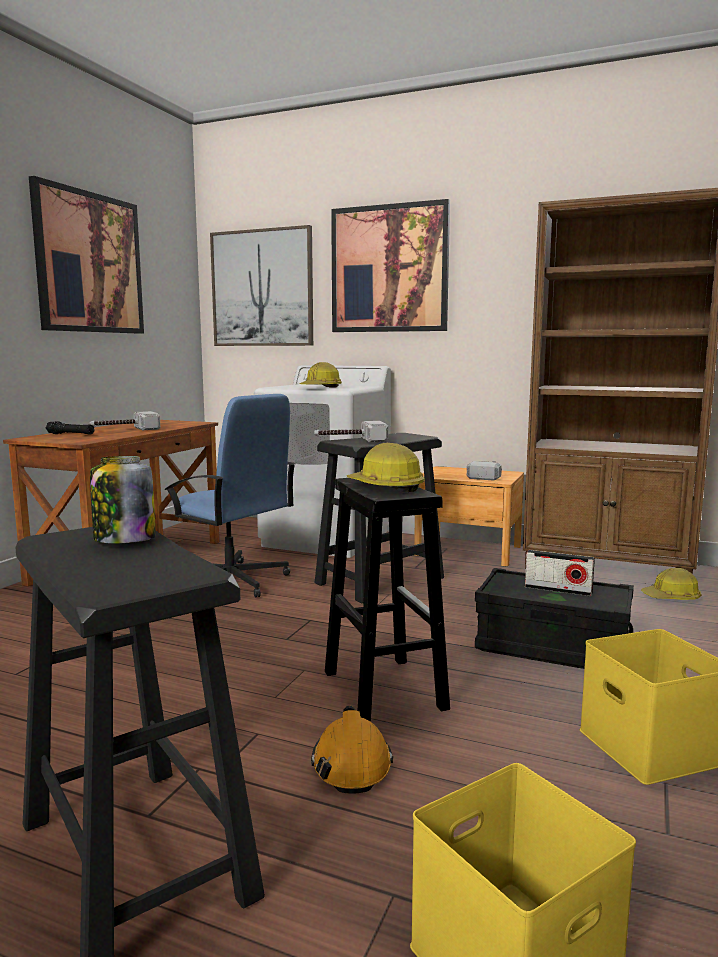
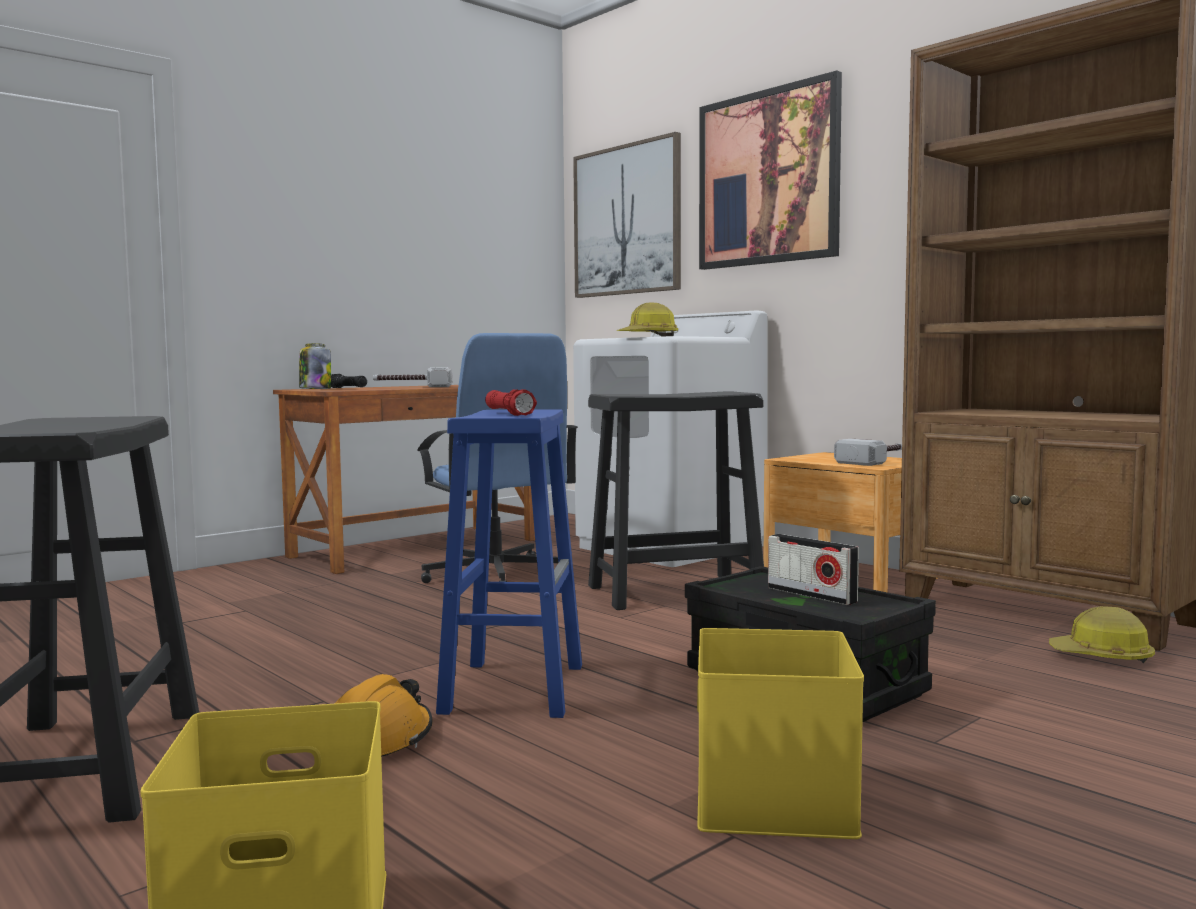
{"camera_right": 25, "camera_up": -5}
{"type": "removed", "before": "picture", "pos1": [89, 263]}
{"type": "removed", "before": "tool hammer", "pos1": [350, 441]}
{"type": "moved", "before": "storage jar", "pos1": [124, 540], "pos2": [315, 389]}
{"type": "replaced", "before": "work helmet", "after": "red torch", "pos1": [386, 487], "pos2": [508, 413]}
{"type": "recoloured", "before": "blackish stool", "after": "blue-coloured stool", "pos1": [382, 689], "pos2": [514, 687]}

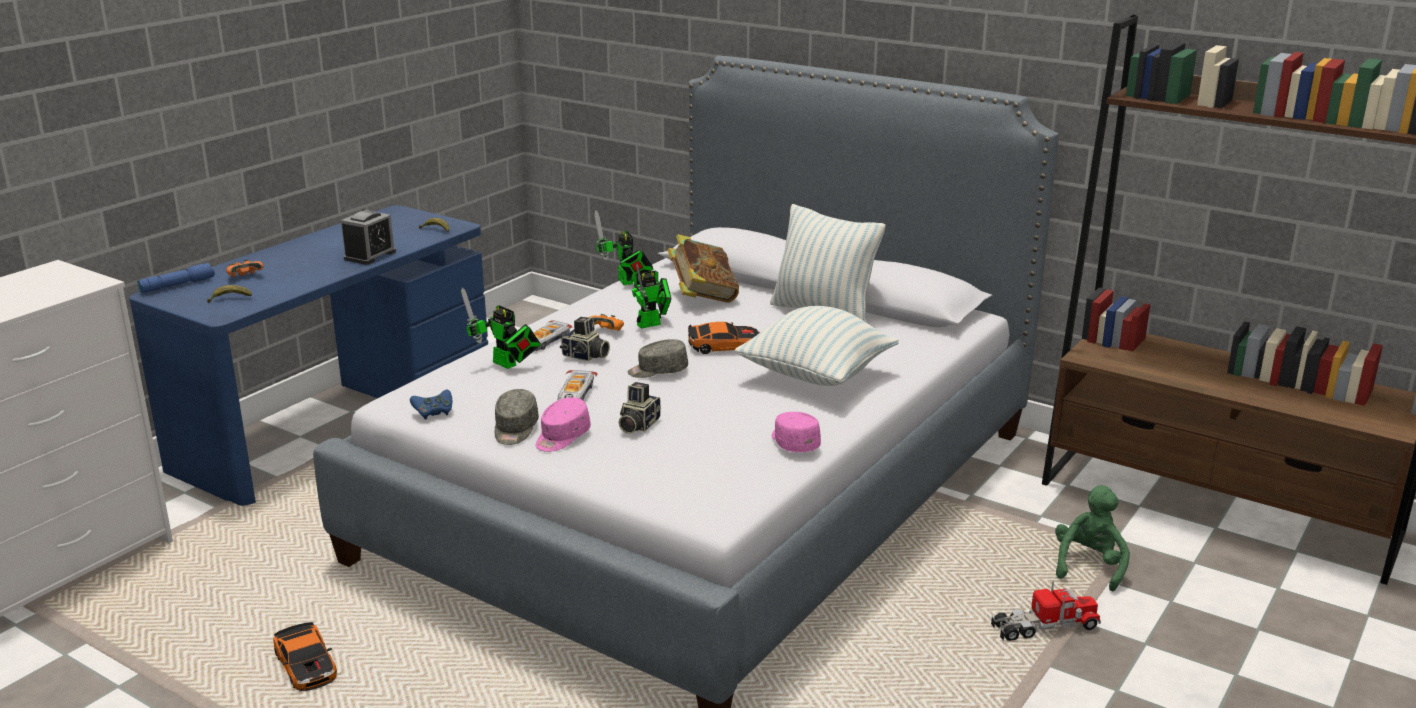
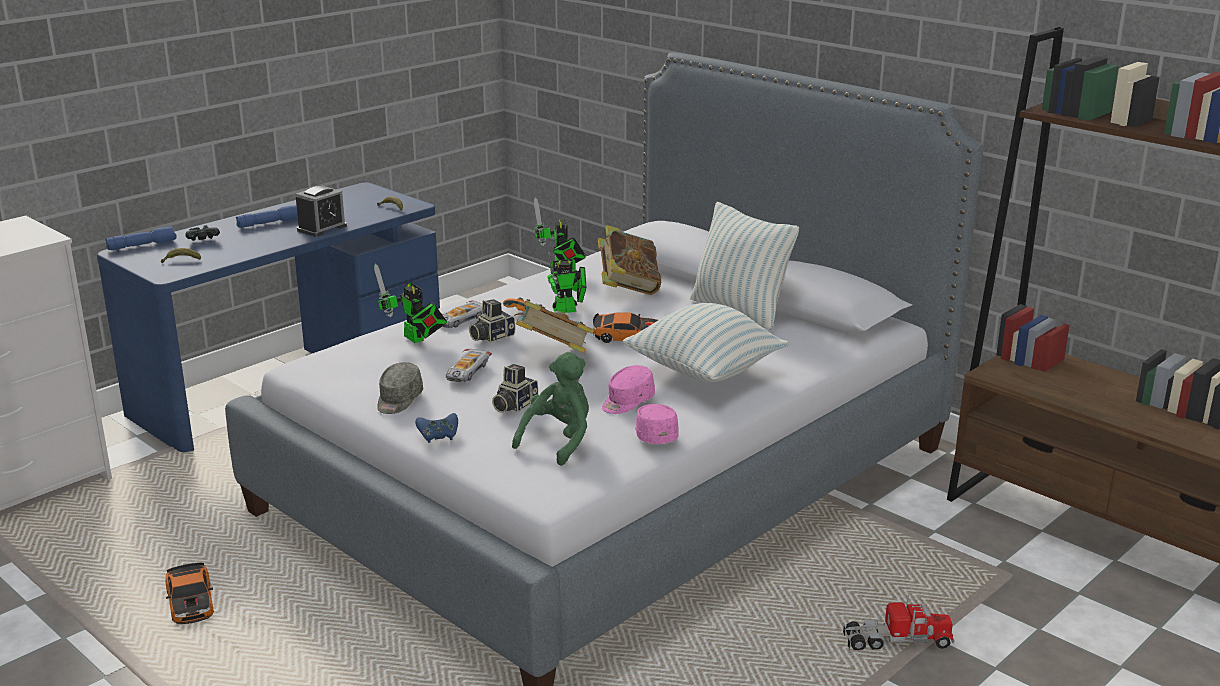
{"camera_right": 10, "camera_up": 0}
{"type": "added", "after": "blue-coloured torch", "pos2": [269, 223]}
{"type": "moved", "before": "blue-coloured gamepad", "pos1": [433, 413], "pos2": [438, 436]}
{"type": "moved", "before": "pink baseball cap", "pos1": [561, 437], "pos2": [627, 402]}
{"type": "moved", "before": "green-coloured cuddly toy", "pos1": [1089, 566], "pos2": [559, 441]}
{"type": "replaced", "before": "gray baseball cap", "after": "bound book", "pos1": [657, 371], "pos2": [554, 355]}
{"type": "recoloured", "before": "orange gamepad", "after": "blackish gamepad", "pos1": [245, 277], "pos2": [203, 241]}
{"type": "turned", "before": "photo camera", "pos1": [585, 356], "pos2": [491, 336], "turn": 105}

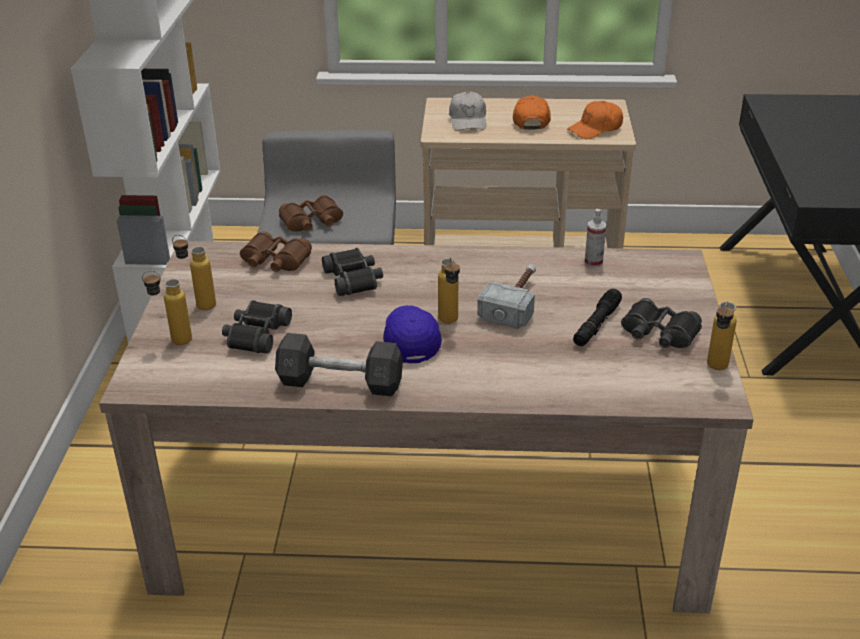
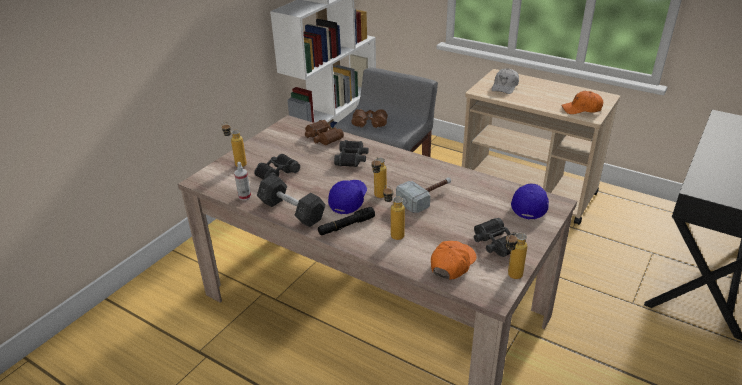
{"camera_right": 30, "camera_up": 0}
{"type": "added", "after": "blue-coloured baseball cap", "pos2": [529, 205]}
{"type": "moved", "before": "drink bottle", "pos1": [198, 304], "pos2": [393, 234]}
{"type": "moved", "before": "orange baseball cap", "pos1": [531, 121], "pos2": [452, 264]}
{"type": "moved", "before": "blackish torch", "pos1": [596, 325], "pos2": [346, 226]}
{"type": "moved", "before": "sprayer", "pos1": [593, 262], "pos2": [244, 196]}

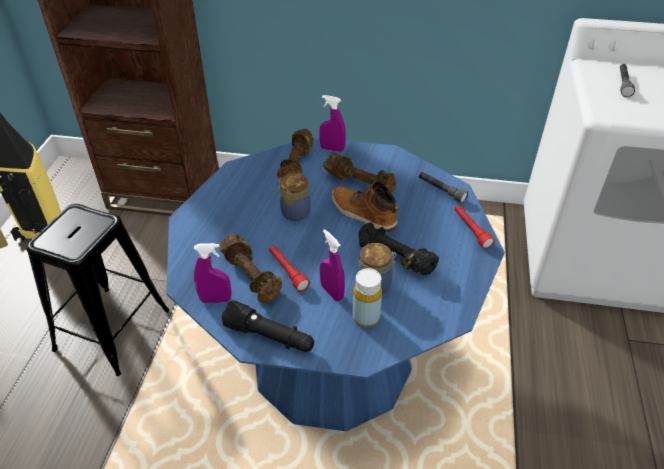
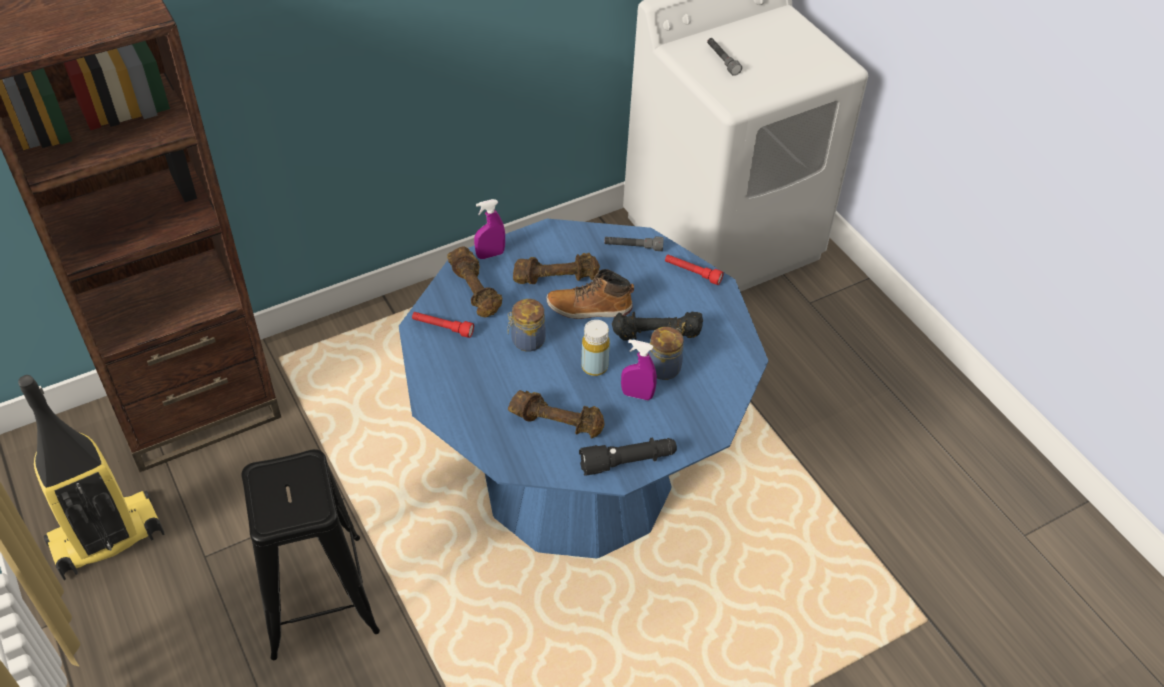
{"camera_right": -40, "camera_up": 5}
{"type": "removed", "before": "purplish sprayer", "pos1": [215, 299]}
{"type": "moved", "before": "red torch", "pos1": [287, 271], "pos2": [442, 328]}
{"type": "moved", "before": "yellow-coloured drink bottle", "pos1": [366, 317], "pos2": [594, 367]}

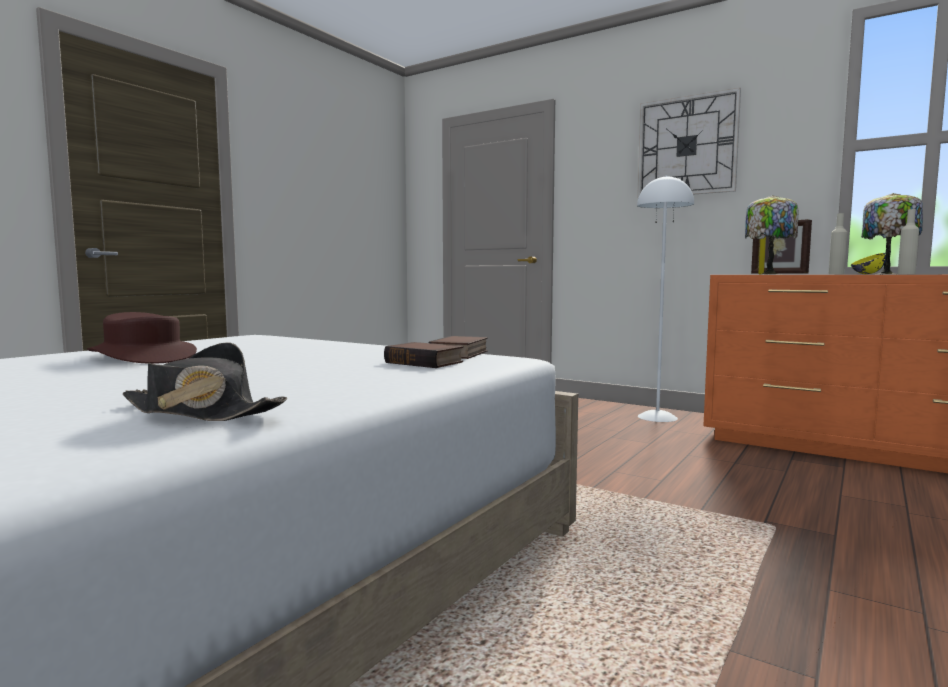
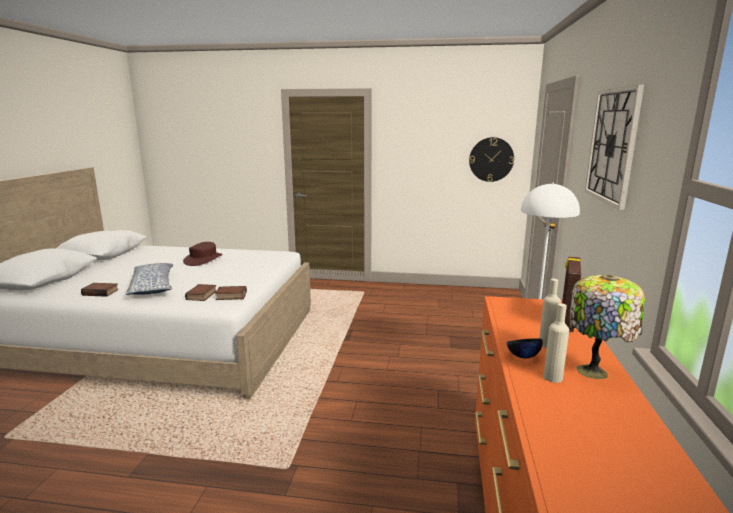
{"camera_right": 65, "camera_up": 10}
{"type": "removed", "before": "lamp for a table", "pos1": [768, 274]}
{"type": "added", "after": "throw pillow", "pos2": [153, 286]}
{"type": "added", "after": "clock on the wall", "pos2": [491, 159]}
{"type": "replaced", "before": "blackish wearable hat", "after": "bound book", "pos1": [200, 412], "pos2": [101, 292]}
{"type": "recoloured", "before": "yellow-coloured deep dish", "after": "blackish deep dish", "pos1": [867, 274], "pos2": [523, 356]}

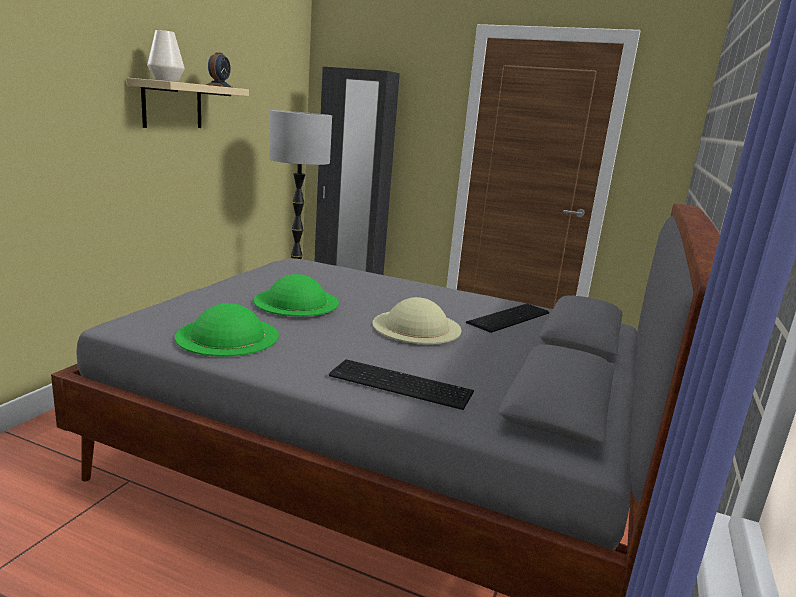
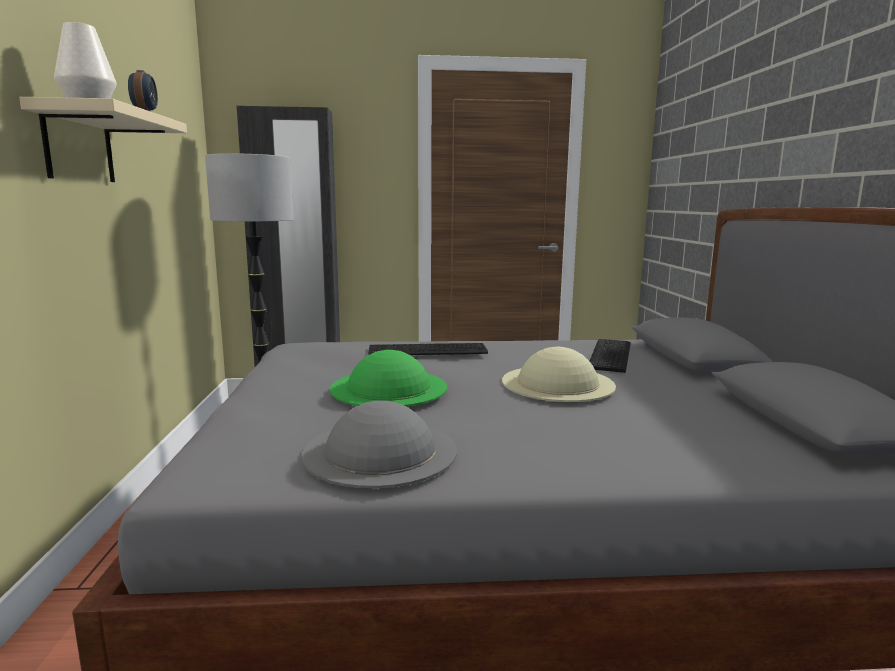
{"camera_right": -25, "camera_up": -5}
{"type": "moved", "before": "PC keyboard", "pos1": [401, 385], "pos2": [429, 350]}
{"type": "recoloured", "before": "green-coloured wearable hat", "after": "gray wearable hat", "pos1": [227, 336], "pos2": [380, 451]}

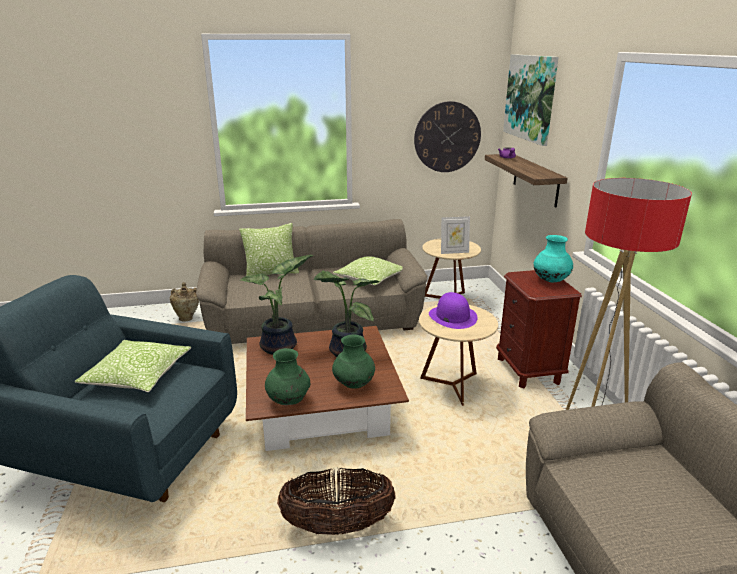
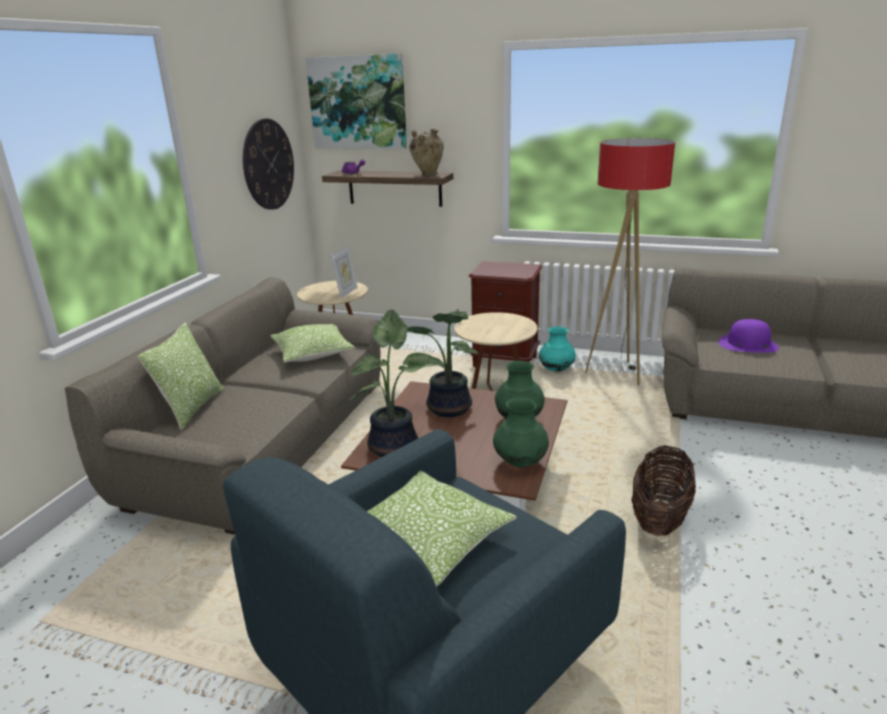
{"camera_right": -60, "camera_up": 0}
{"type": "moved", "before": "beige decorative vase", "pos1": [187, 318], "pos2": [427, 175]}
{"type": "moved", "before": "purplish wearable hat", "pos1": [452, 316], "pos2": [747, 344]}
{"type": "moved", "before": "turquoise decorative vase", "pos1": [551, 281], "pos2": [556, 369]}

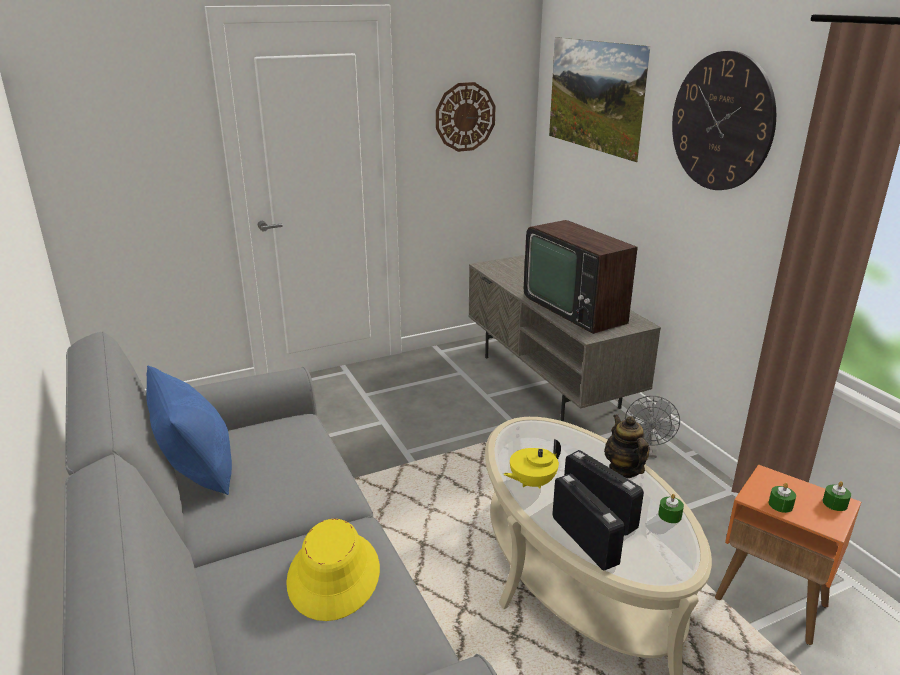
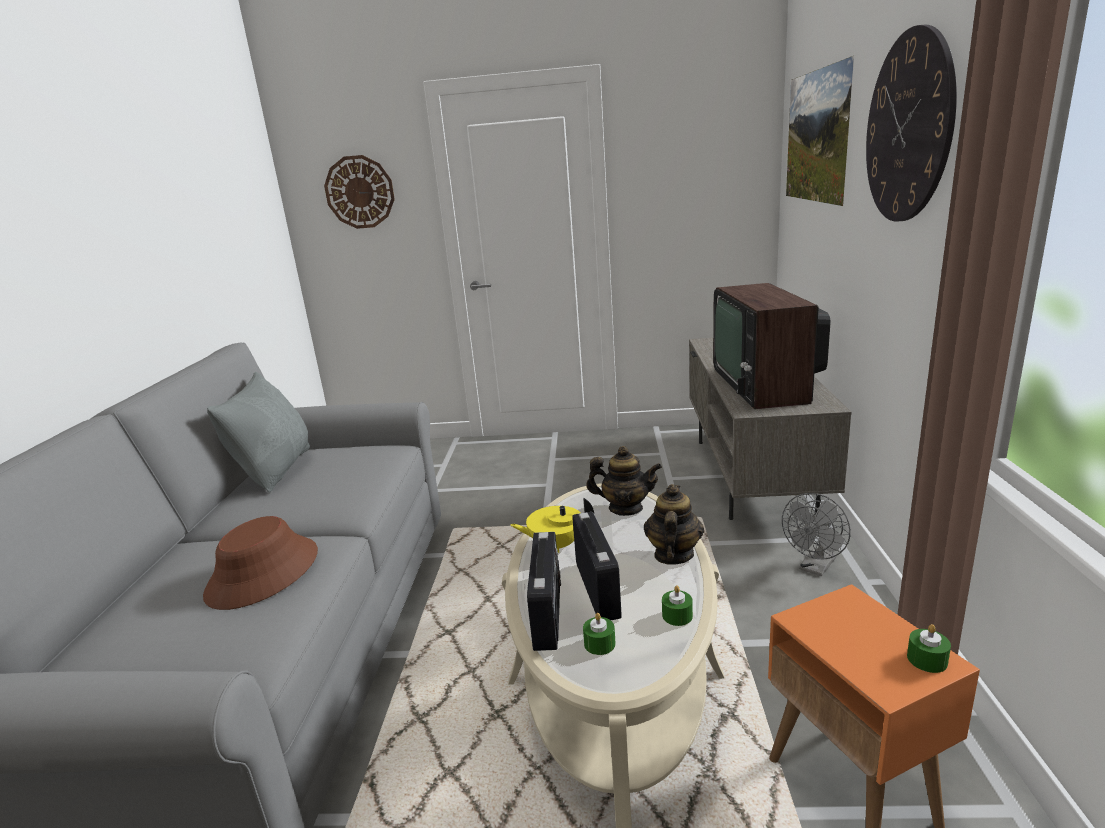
{"camera_right": 30, "camera_up": -5}
{"type": "added", "after": "pot for tea", "pos2": [625, 508]}
{"type": "moved", "before": "clock on the wall", "pos1": [465, 117], "pos2": [360, 192]}
{"type": "moved", "before": "green-coloured candle", "pos1": [780, 505], "pos2": [599, 644]}
{"type": "recoloured", "before": "blue-coloured throw pillow", "after": "gray throw pillow", "pos1": [197, 469], "pos2": [275, 470]}
{"type": "recoloured", "before": "yellow-coloured wearable hat", "after": "brown wearable hat", "pos1": [334, 575], "pos2": [263, 573]}

